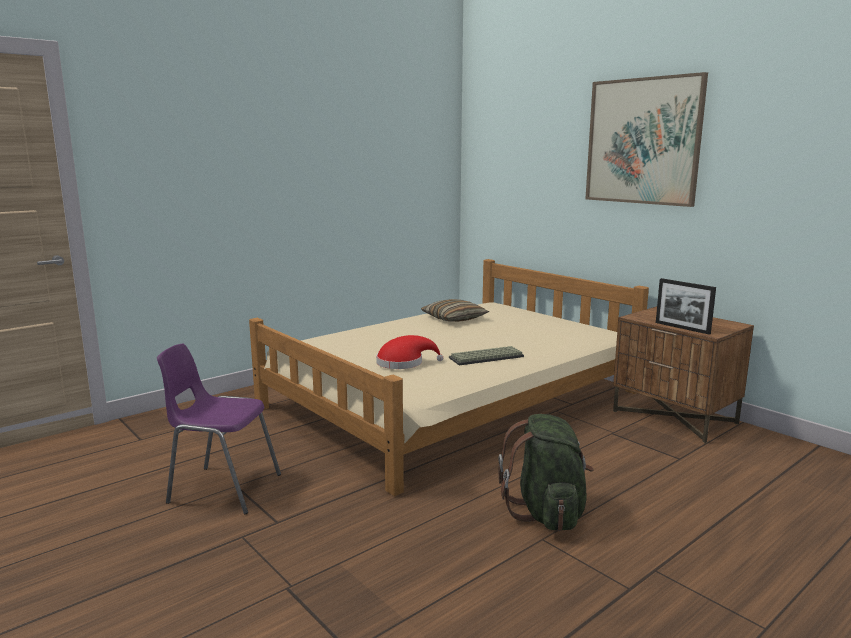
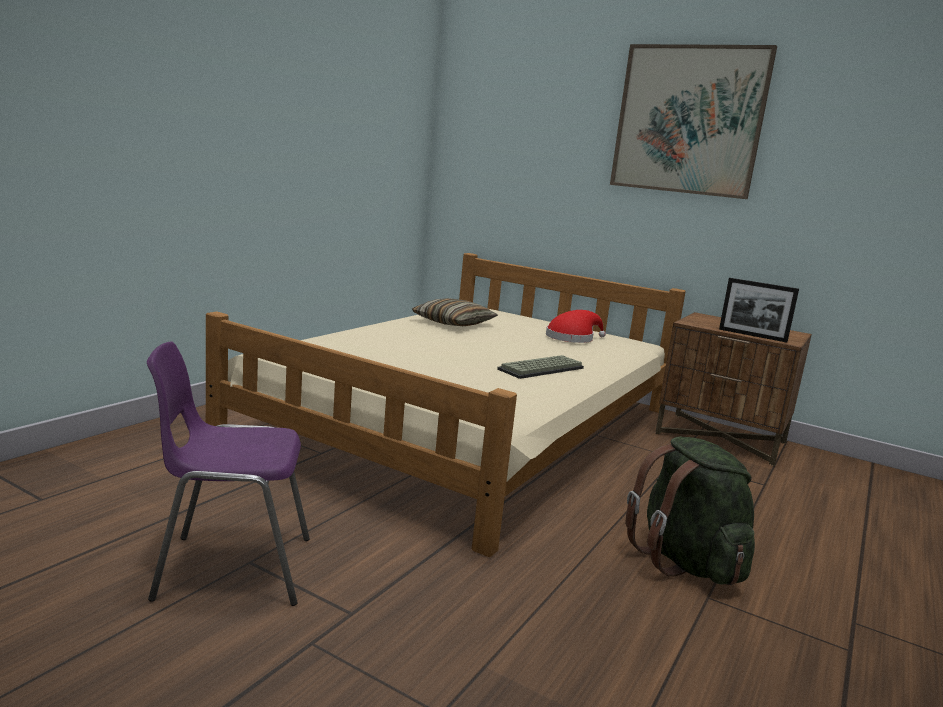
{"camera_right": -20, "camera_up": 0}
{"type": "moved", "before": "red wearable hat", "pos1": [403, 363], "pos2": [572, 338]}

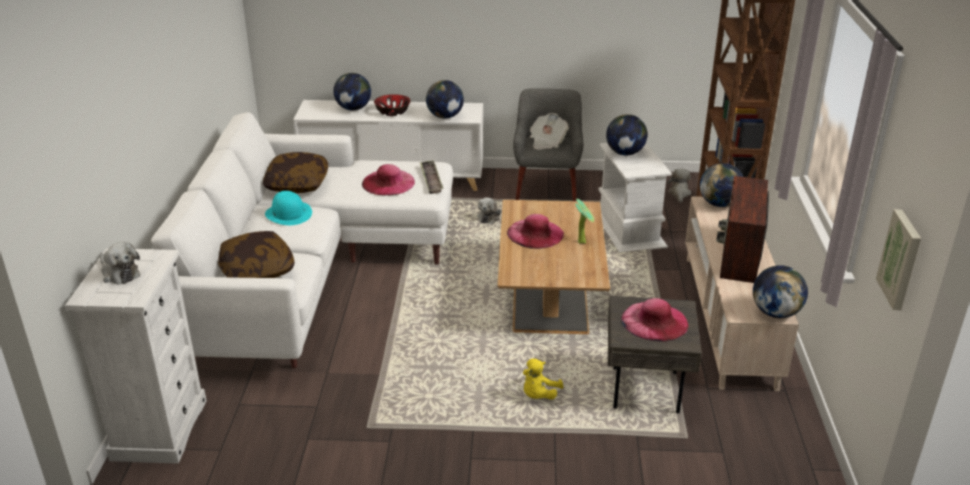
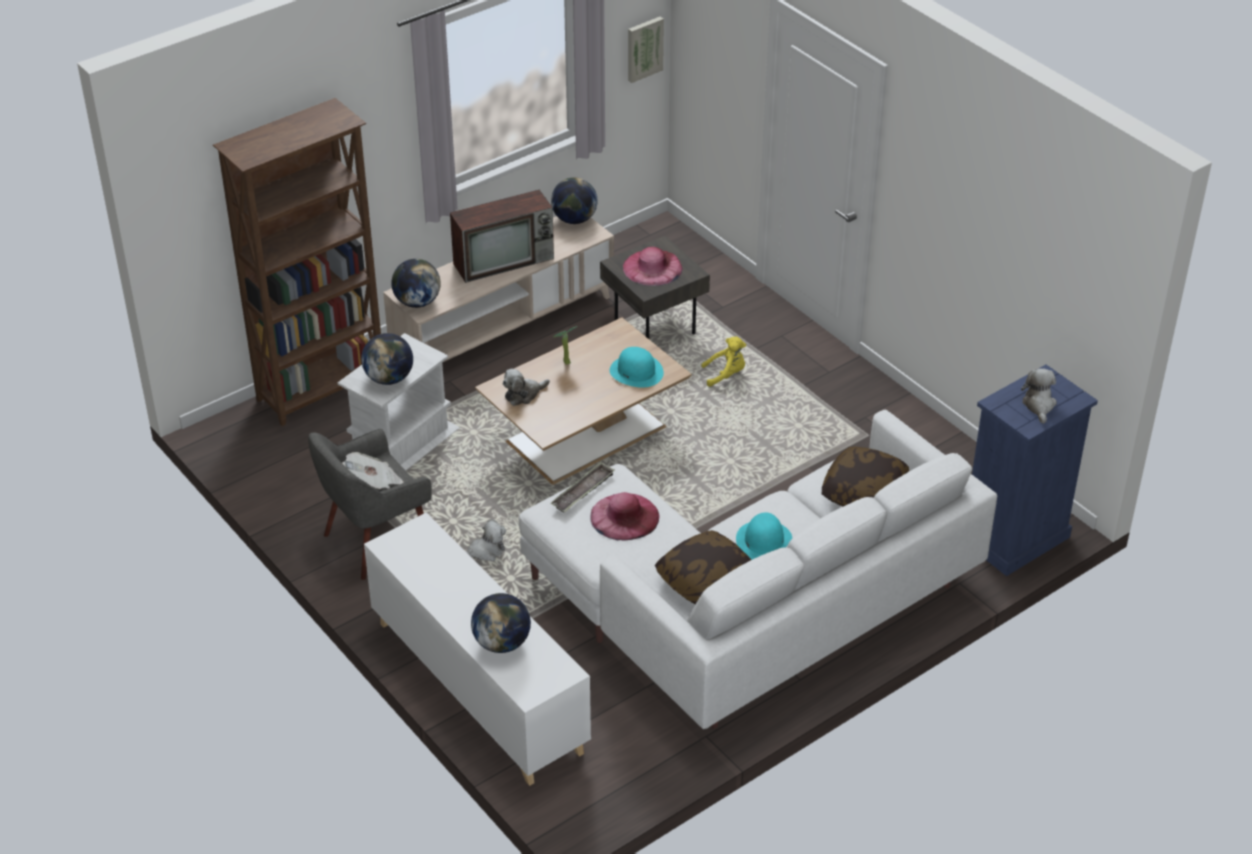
{"camera_right": -130, "camera_up": 10}
{"type": "removed", "before": "deep dish", "pos1": [392, 111]}
{"type": "removed", "before": "globe", "pos1": [445, 116]}
{"type": "removed", "before": "pink wearable hat", "pos1": [535, 233]}
{"type": "added", "after": "turquoise wearable hat", "pos2": [636, 371]}
{"type": "moved", "before": "cuddly toy", "pos1": [679, 194], "pos2": [523, 394]}
{"type": "recoloured", "before": "white dresser", "after": "blue-coloured dresser", "pos1": [159, 429], "pos2": [1014, 538]}

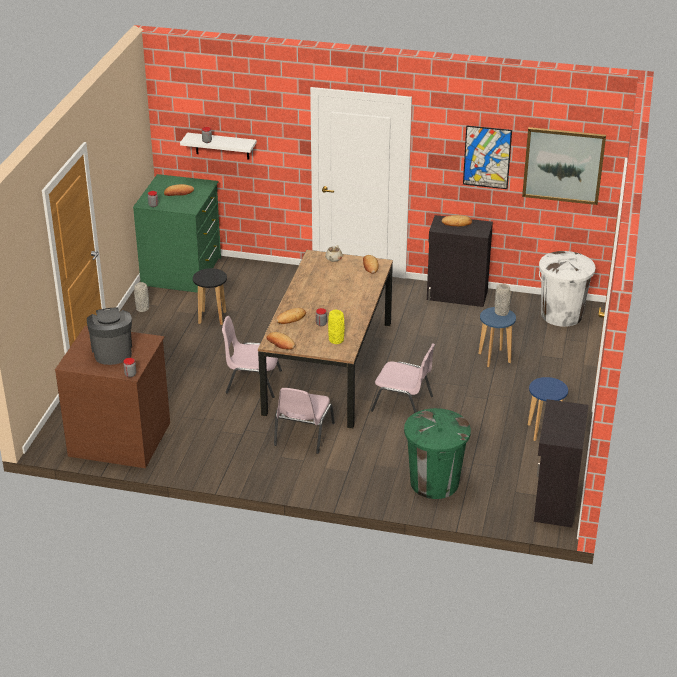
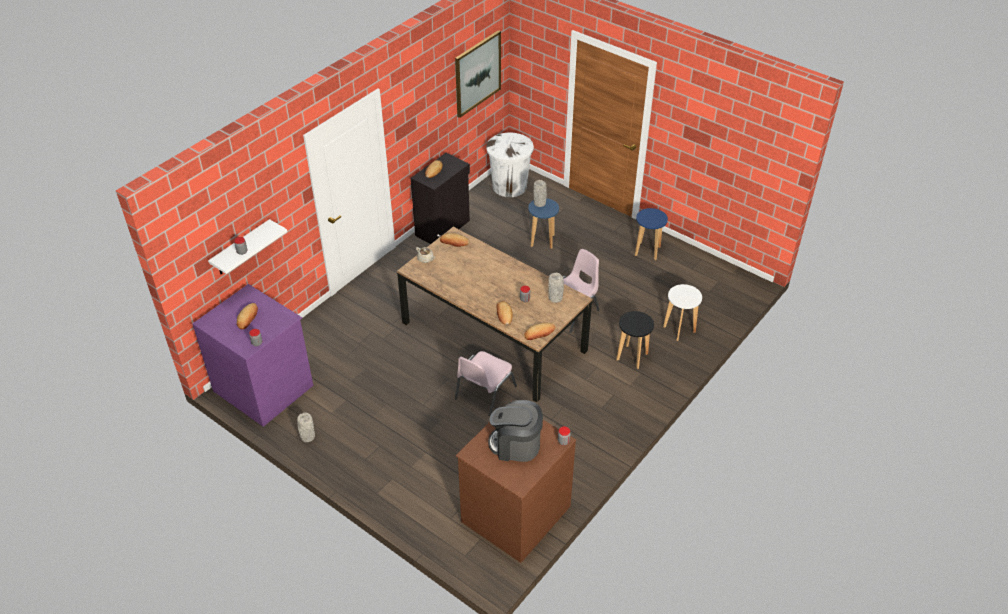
{"camera_right": -65, "camera_up": 10}
{"type": "removed", "before": "pink chair", "pos1": [303, 435]}
{"type": "removed", "before": "picture", "pos1": [487, 157]}
{"type": "removed", "before": "blackish storage cabinet", "pos1": [555, 501]}
{"type": "moved", "before": "blackish stool", "pos1": [212, 318], "pos2": [632, 357]}
{"type": "replaced", "before": "green-coloured trash can", "after": "white stool", "pos1": [434, 483], "pos2": [679, 329]}
{"type": "recoloured", "before": "green-coloured dresser", "after": "purplish dresser", "pos1": [183, 271], "pos2": [264, 387]}
{"type": "recoloured", "before": "yellow-coloured decorative vase", "after": "gray decorative vase", "pos1": [336, 340], "pos2": [556, 298]}

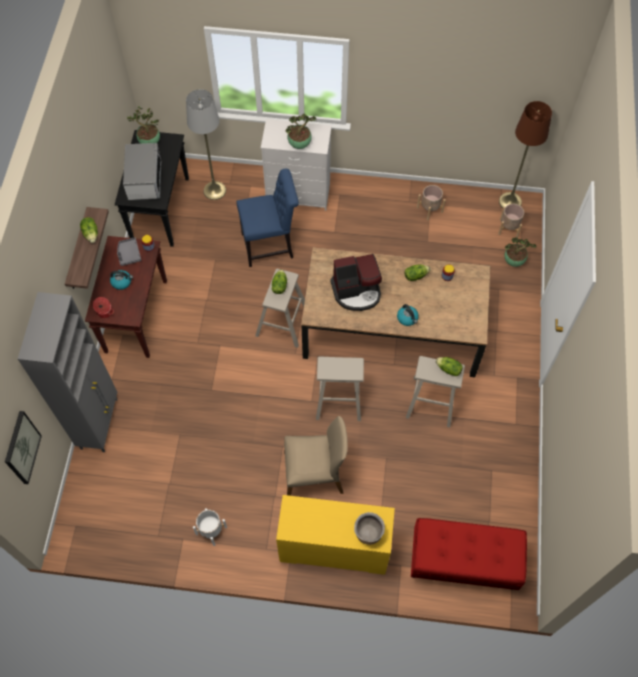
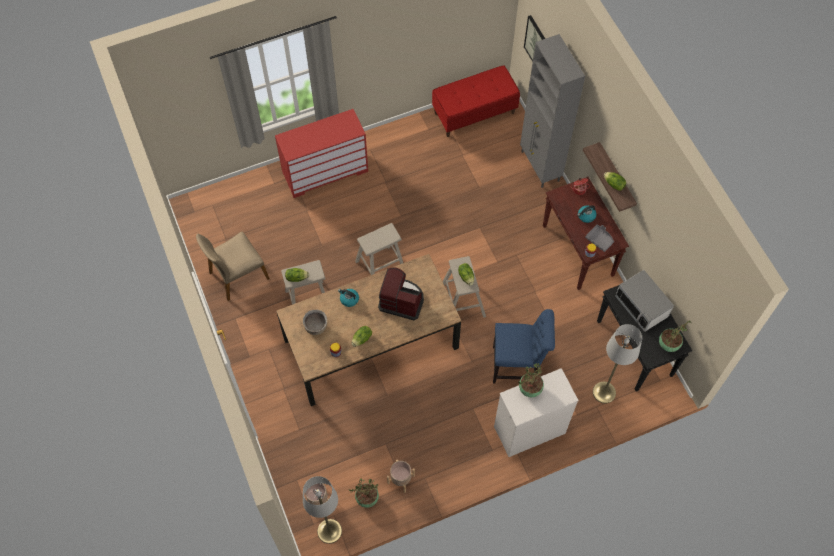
{"camera_right": 150, "camera_up": 0}
{"type": "removed", "before": "white planter", "pos1": [211, 530]}
{"type": "moved", "before": "beige chair", "pos1": [314, 473], "pos2": [238, 275]}
{"type": "moved", "before": "brown stockpot", "pos1": [368, 533], "pos2": [316, 328]}
{"type": "moved", "before": "red long seat", "pos1": [463, 562], "pos2": [474, 112]}
{"type": "moved", "before": "plant in a pot", "pos1": [514, 261], "pos2": [366, 499]}
{"type": "recoloured", "before": "yellow-coloured dresser", "after": "red dresser", "pos1": [334, 548], "pos2": [325, 171]}
{"type": "recoloured", "before": "brown standard lamp", "after": "gray standard lamp", "pos1": [510, 201], "pos2": [329, 531]}
{"type": "turned", "before": "blue-coloured chair", "pos1": [270, 245], "pos2": [518, 365], "turn": -135}
{"type": "turned", "before": "coffee machine", "pos1": [357, 292], "pos2": [401, 300], "turn": 60}

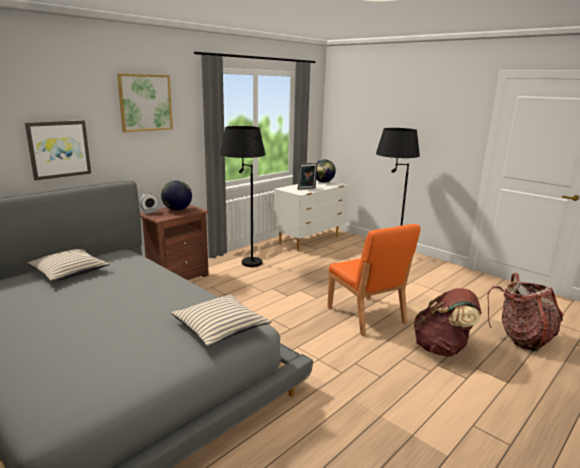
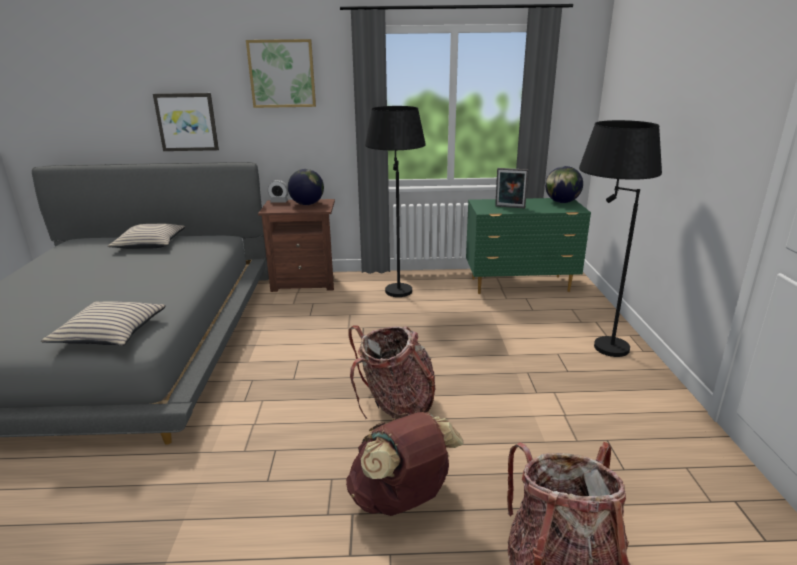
{"camera_right": 45, "camera_up": 5}
{"type": "replaced", "before": "orange chair", "after": "knapsack", "pos1": [366, 316], "pos2": [396, 406]}
{"type": "recoloured", "before": "white dresser", "after": "green-coloured dresser", "pos1": [310, 240], "pos2": [521, 285]}

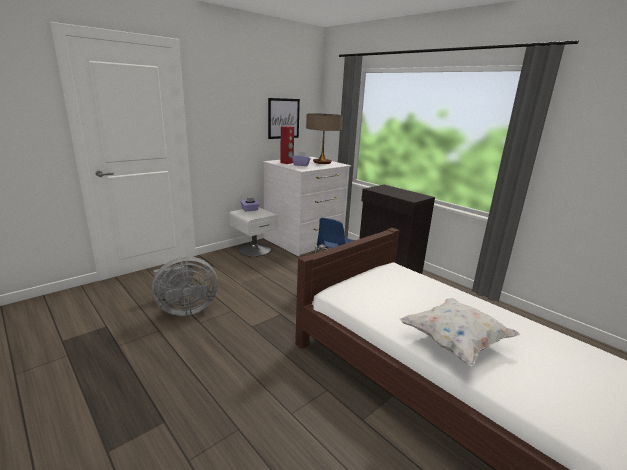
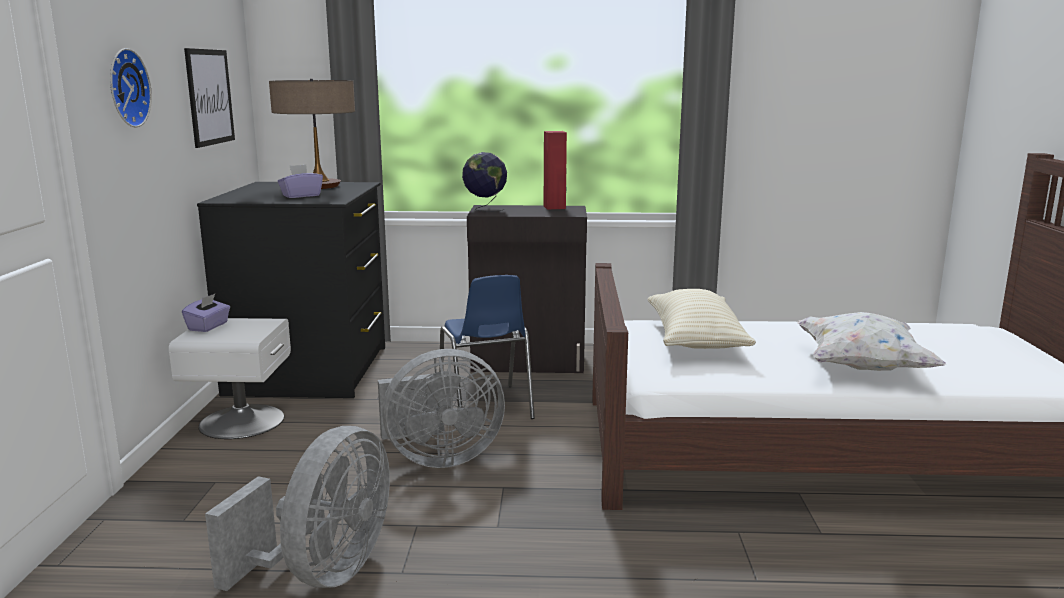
{"camera_right": -45, "camera_up": -5}
{"type": "added", "after": "clock on the wall", "pos2": [125, 88]}
{"type": "added", "after": "gray electric fan", "pos2": [438, 458]}
{"type": "added", "after": "globe", "pos2": [485, 209]}
{"type": "added", "after": "beige throw pillow", "pos2": [695, 340]}
{"type": "moved", "before": "red loudspeaker", "pos1": [287, 163], "pos2": [554, 207]}
{"type": "recoloured", "before": "white dresser", "after": "blackish dresser", "pos1": [304, 240], "pos2": [311, 370]}

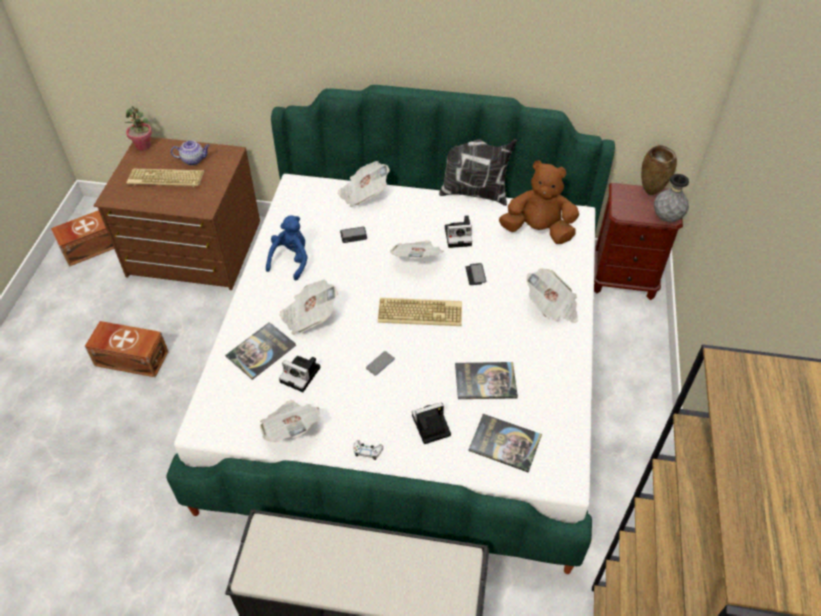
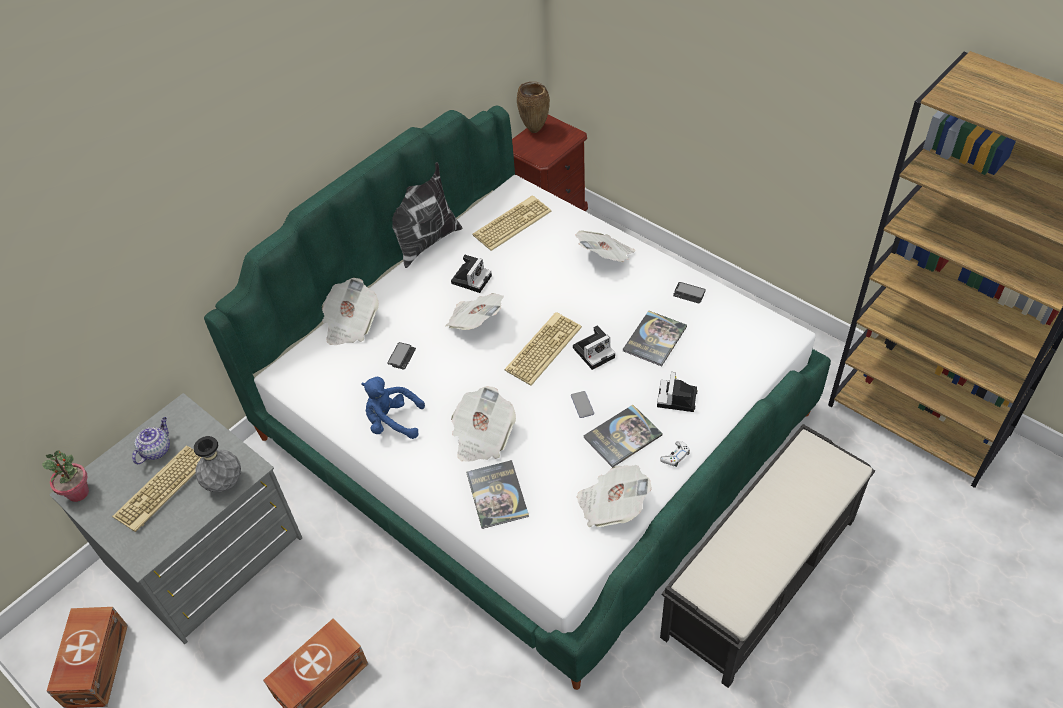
{"camera_right": -55, "camera_up": 0}
{"type": "moved", "before": "photo camera", "pos1": [302, 375], "pos2": [594, 351]}
{"type": "moved", "before": "telephone", "pos1": [475, 275], "pos2": [689, 293]}
{"type": "moved", "before": "bound book", "pos1": [505, 443], "pos2": [622, 436]}
{"type": "moved", "before": "gray decorative vase", "pos1": [666, 218], "pos2": [224, 483]}
{"type": "replaced", "before": "brown cuddly toy", "after": "PC keyboard", "pos1": [538, 231], "pos2": [512, 223]}
{"type": "recoloured", "before": "brown dresser", "after": "gray dresser", "pos1": [194, 249], "pos2": [206, 553]}
{"type": "turned", "before": "blue-coloured cuddly toy", "pos1": [291, 260], "pos2": [392, 422], "turn": -45}

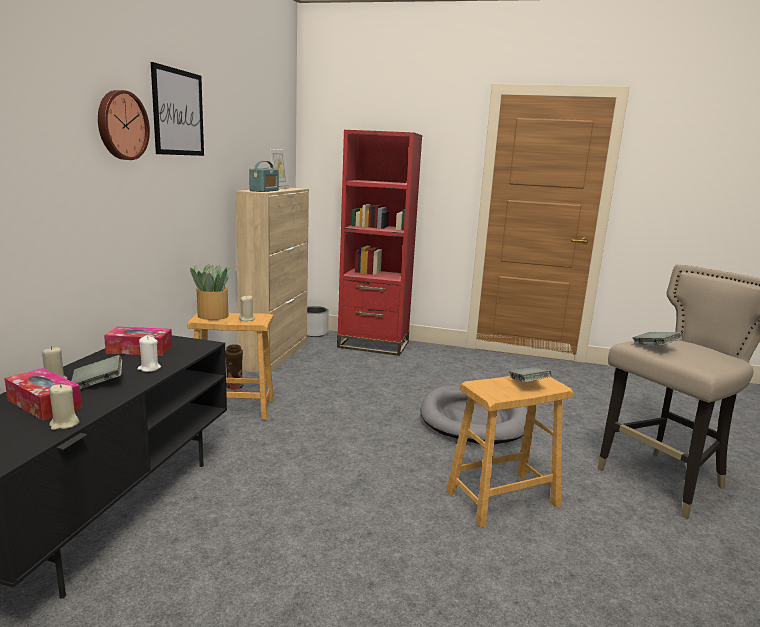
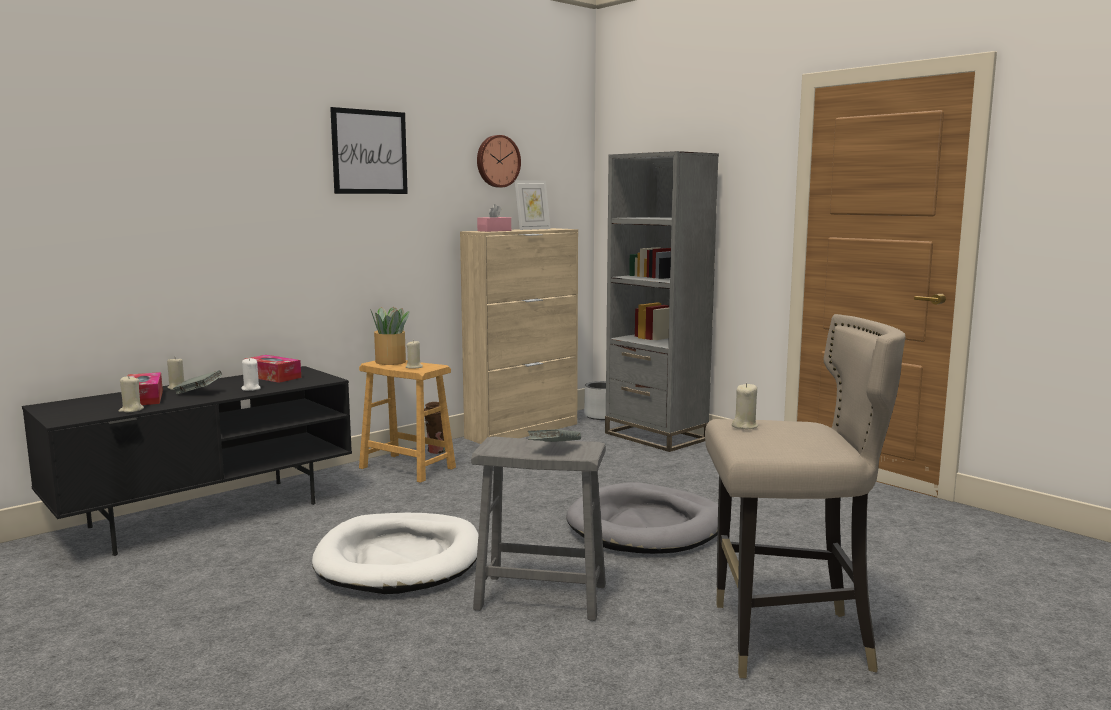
{"camera_right": 35, "camera_up": -5}
{"type": "added", "after": "white dog cushion", "pos2": [400, 559]}
{"type": "moved", "before": "clock on the wall", "pos1": [121, 125], "pos2": [497, 161]}
{"type": "replaced", "before": "radio set", "after": "pink tissue box", "pos1": [264, 191], "pos2": [494, 231]}
{"type": "replaced", "before": "gray bound book", "after": "beige candle", "pos1": [655, 348], "pos2": [744, 426]}
{"type": "recoloured", "before": "red bookcase", "after": "gray bookcase", "pos1": [373, 344], "pos2": [655, 436]}
{"type": "recoloured", "before": "brown stool", "after": "gray stool", "pos1": [502, 498], "pos2": [541, 596]}

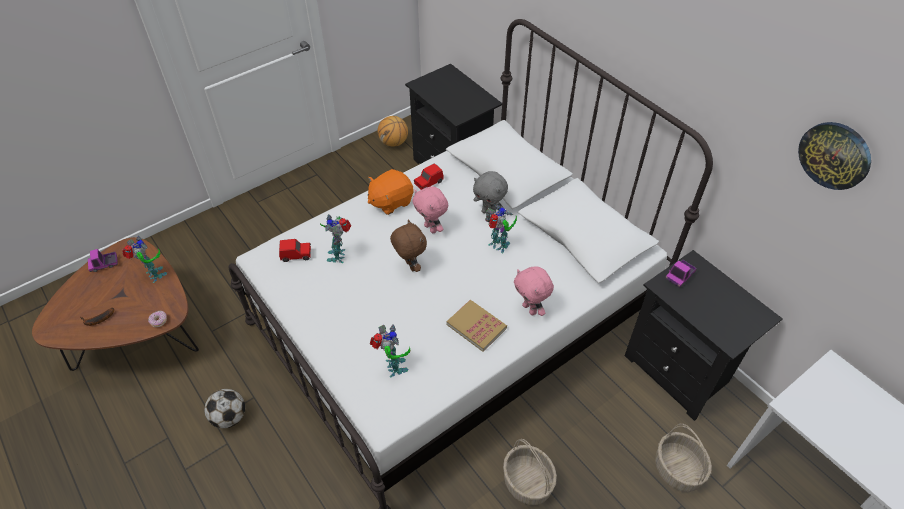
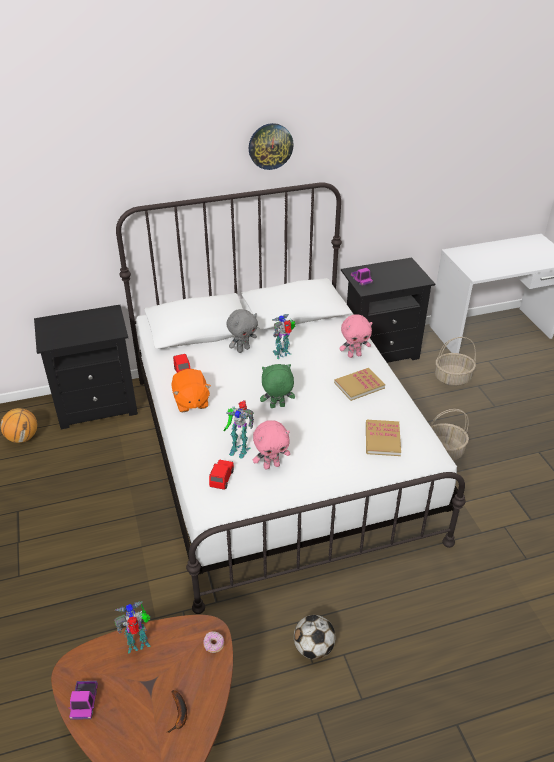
{"camera_right": -70, "camera_up": -10}
{"type": "moved", "before": "pink cuddly toy", "pos1": [431, 228], "pos2": [271, 465]}
{"type": "moved", "before": "clock on the wall", "pos1": [834, 155], "pos2": [270, 146]}
{"type": "replaced", "before": "model robot", "after": "bound book", "pos1": [393, 368], "pos2": [382, 439]}
{"type": "recoloured", "before": "brown cuddly toy", "after": "green-coloured cuddly toy", "pos1": [410, 266], "pos2": [277, 407]}

